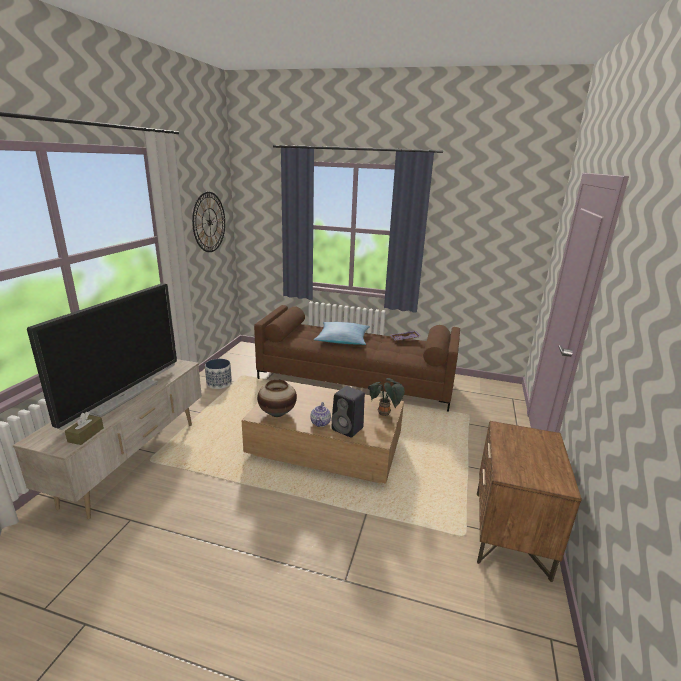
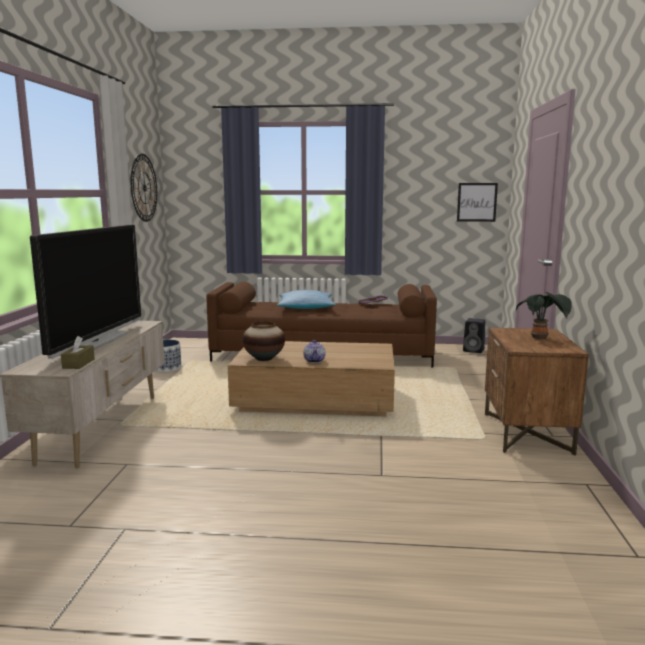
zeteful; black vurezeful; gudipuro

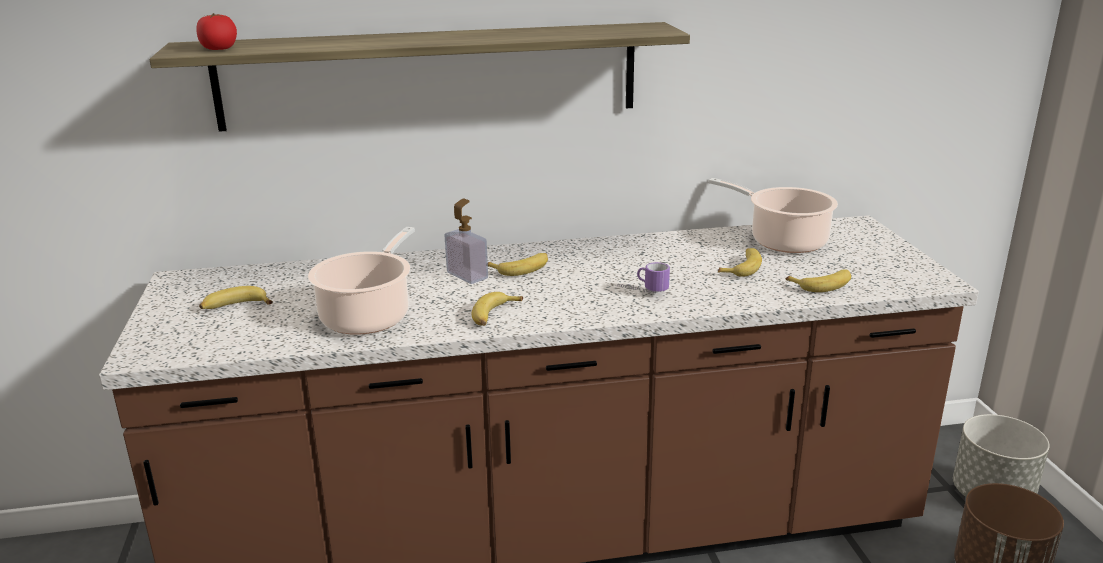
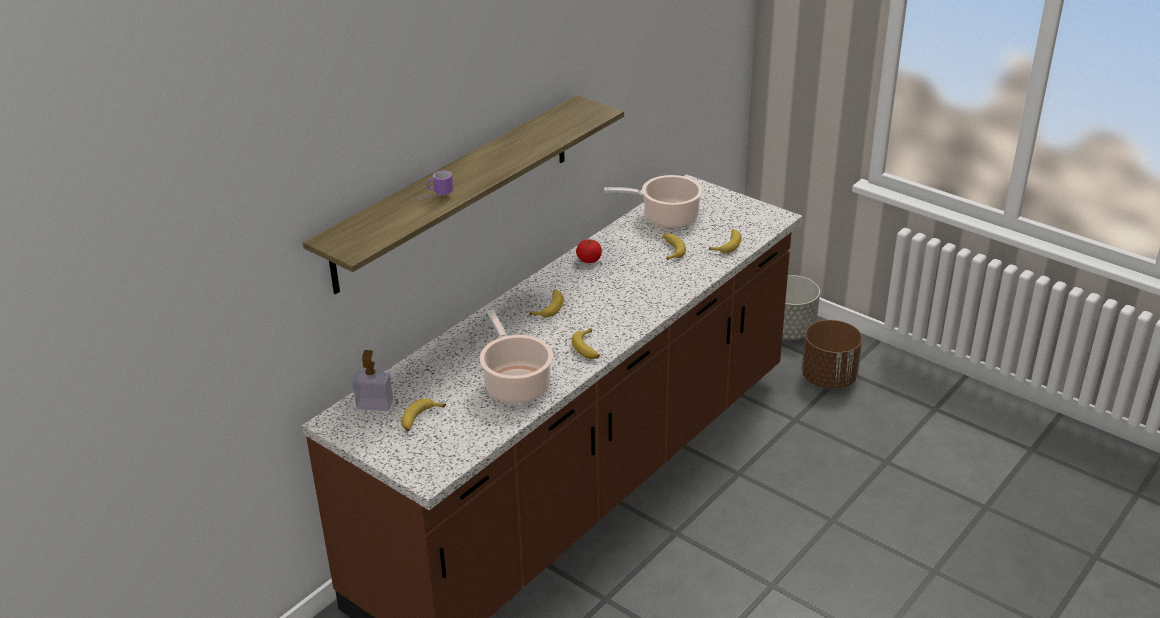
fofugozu; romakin; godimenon

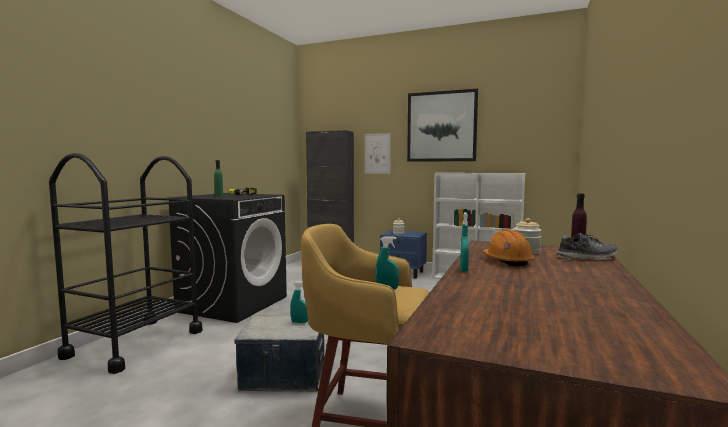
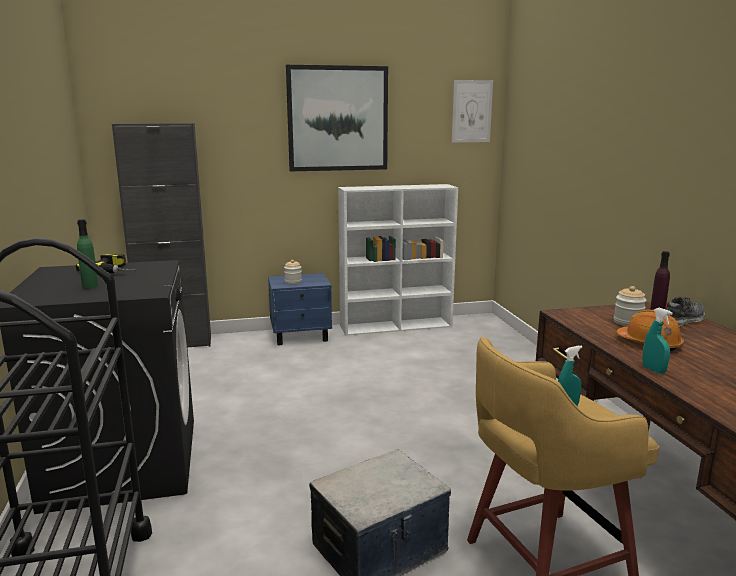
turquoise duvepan (1st from left in the first image); zeteful (2nd from left)

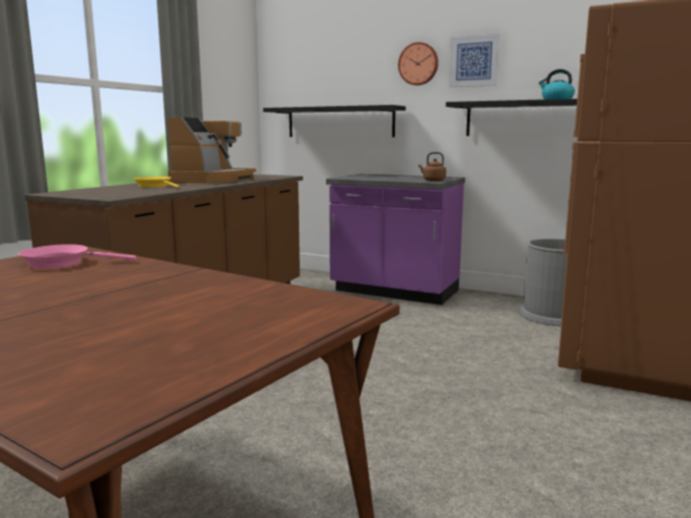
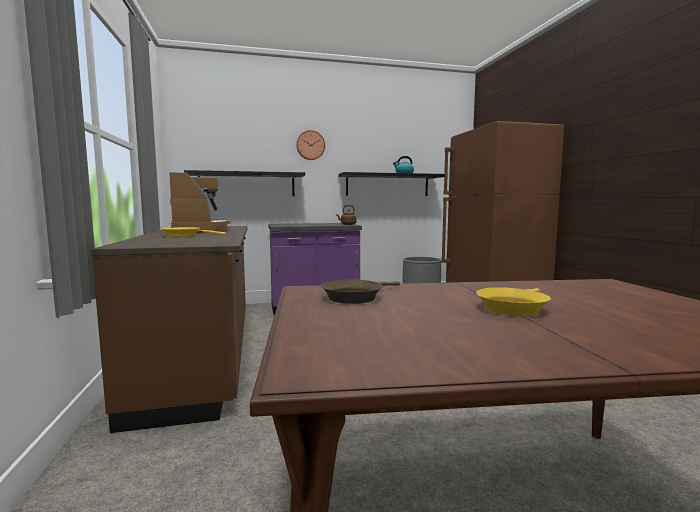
zeteful; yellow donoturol (2nd from left); brown donoturol

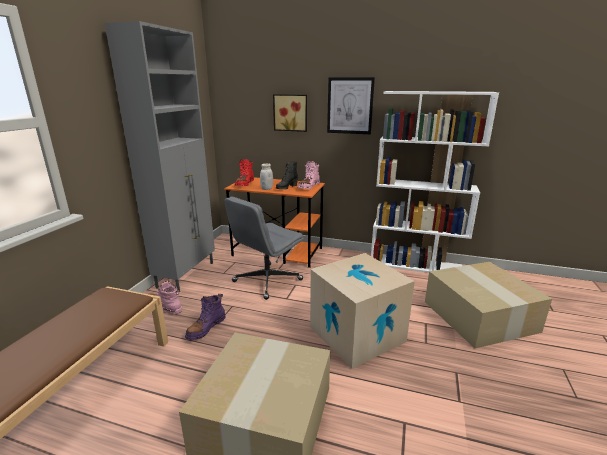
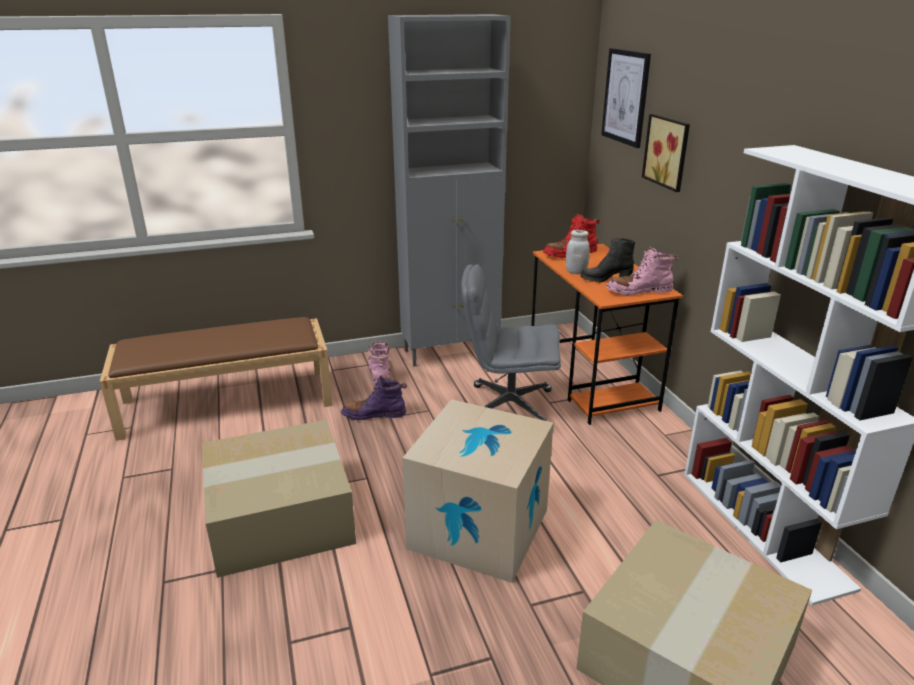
zeteful (1st from left)

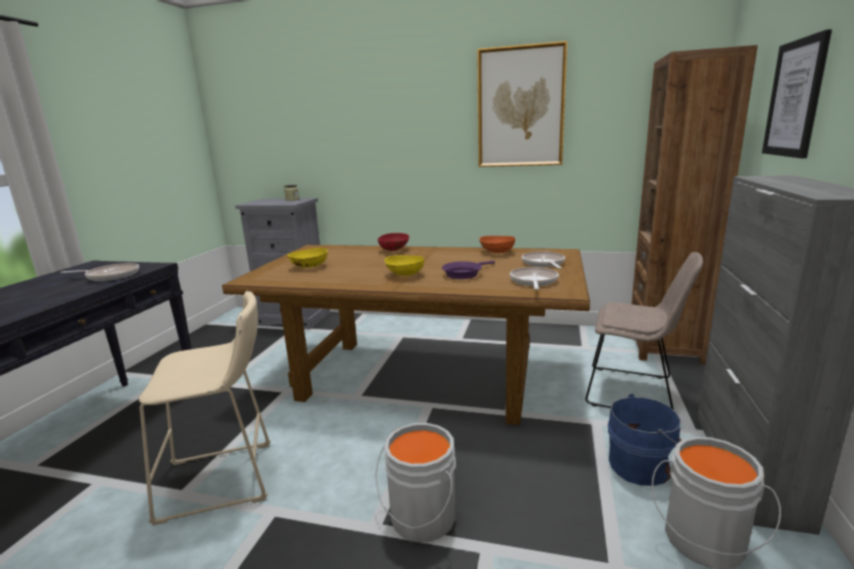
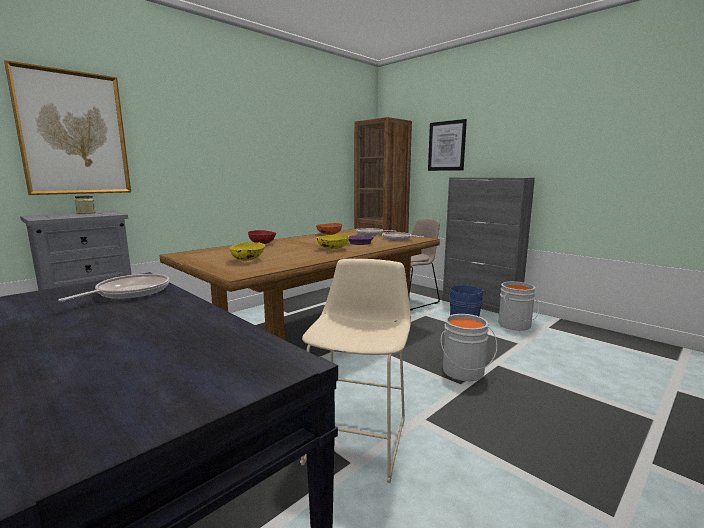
zeteful (1st from left)

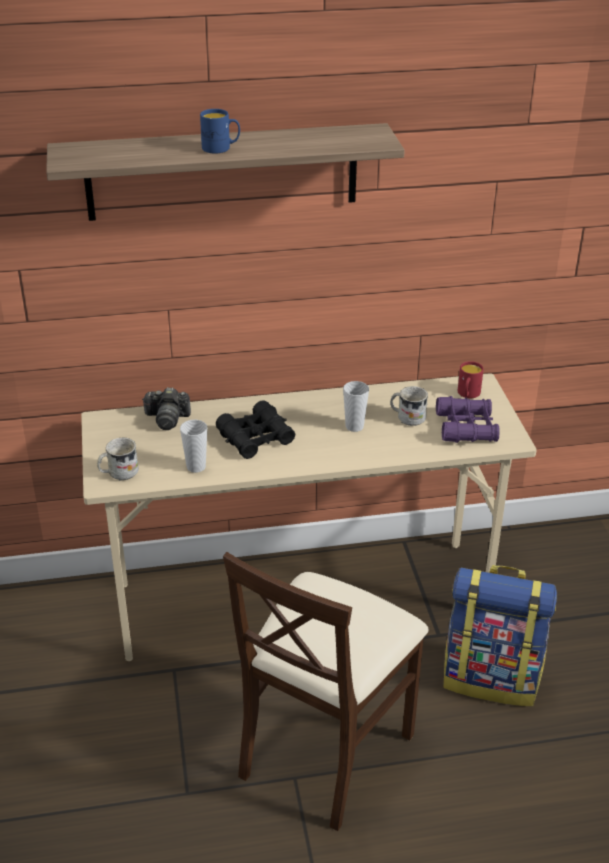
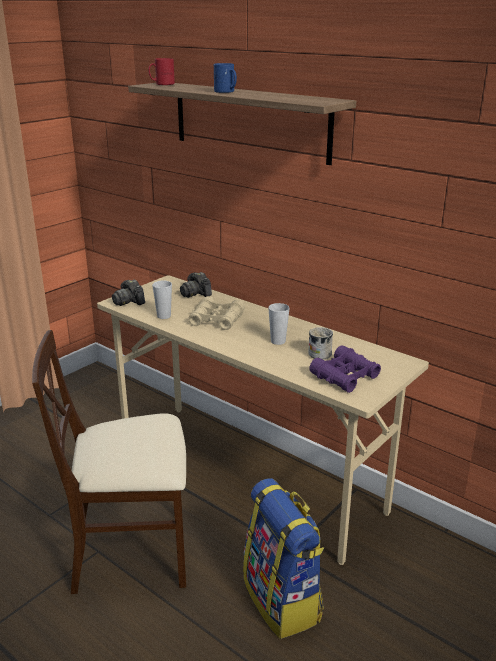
red godimenon; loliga (1st from left); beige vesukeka

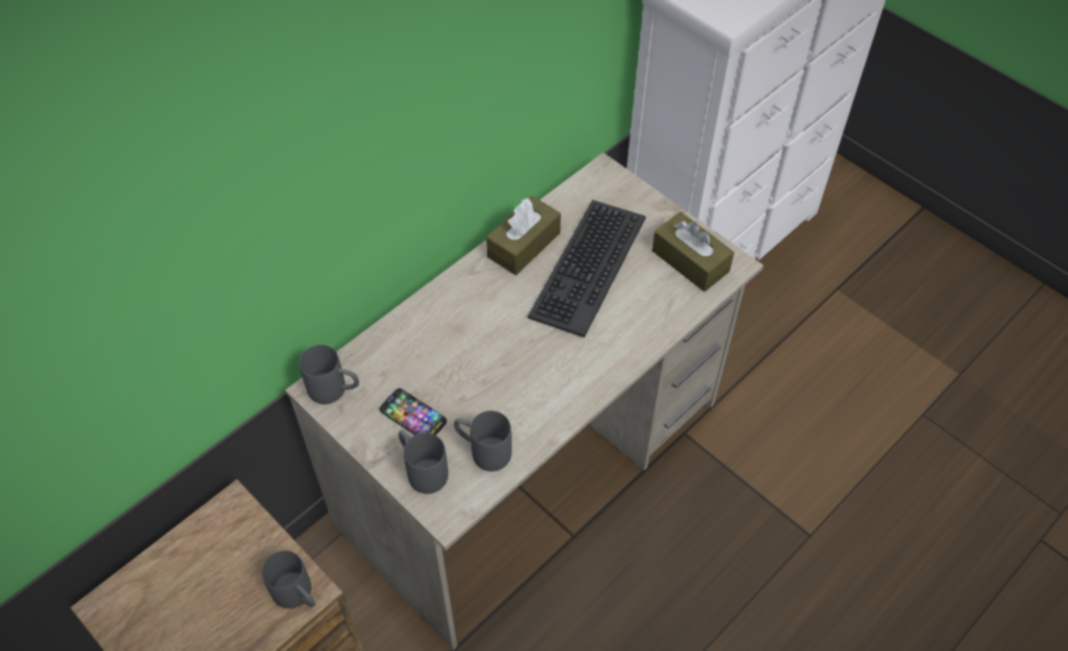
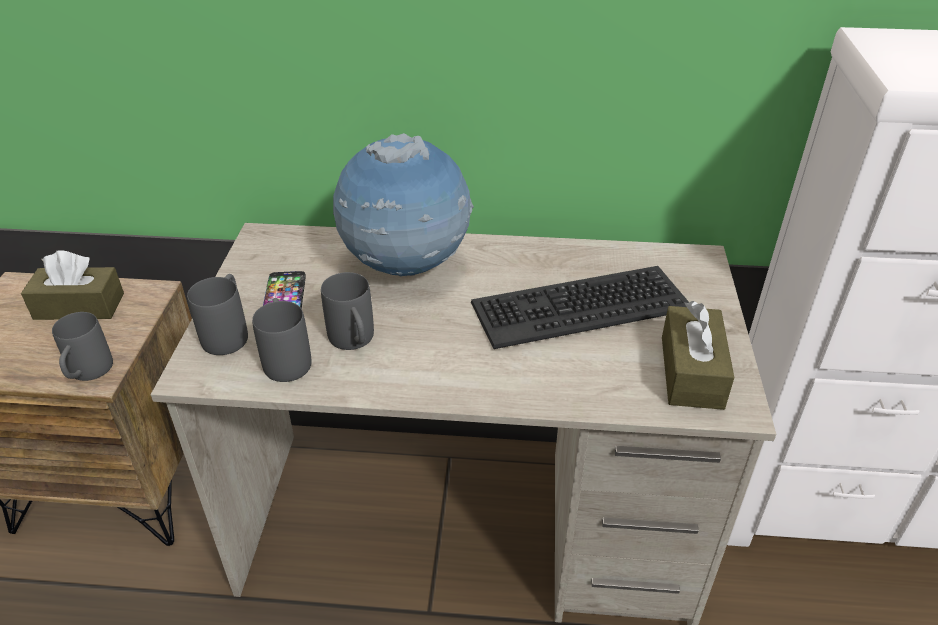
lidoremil; grey godimenon (4th from left); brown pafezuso (1st from left)

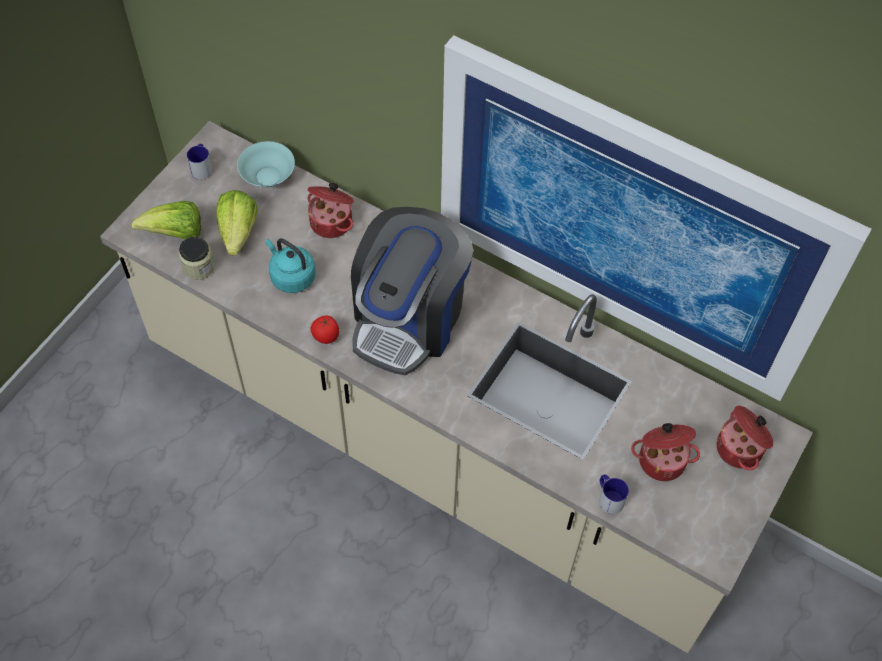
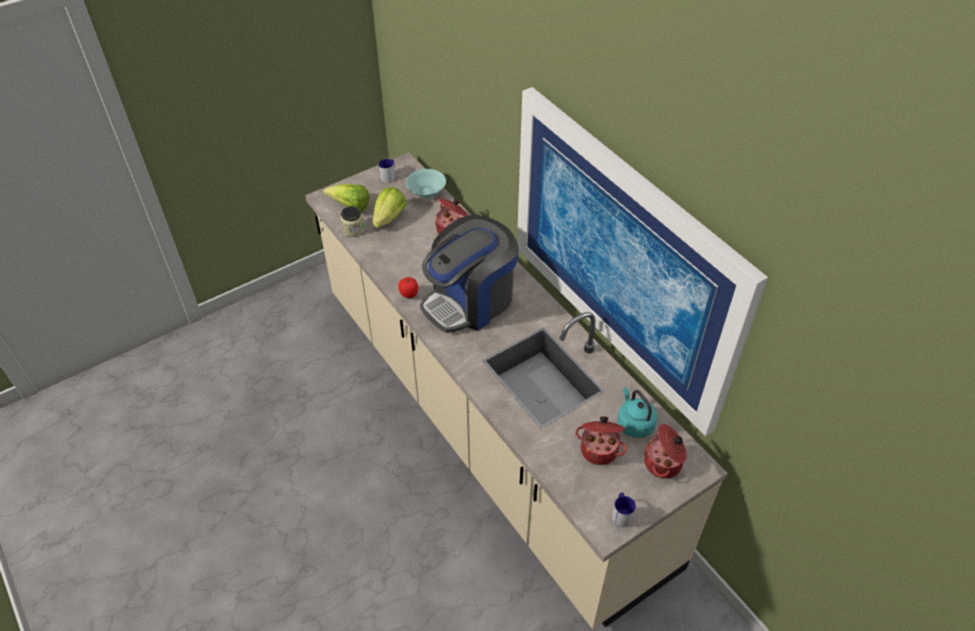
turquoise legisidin; godimenon (2nd from left)

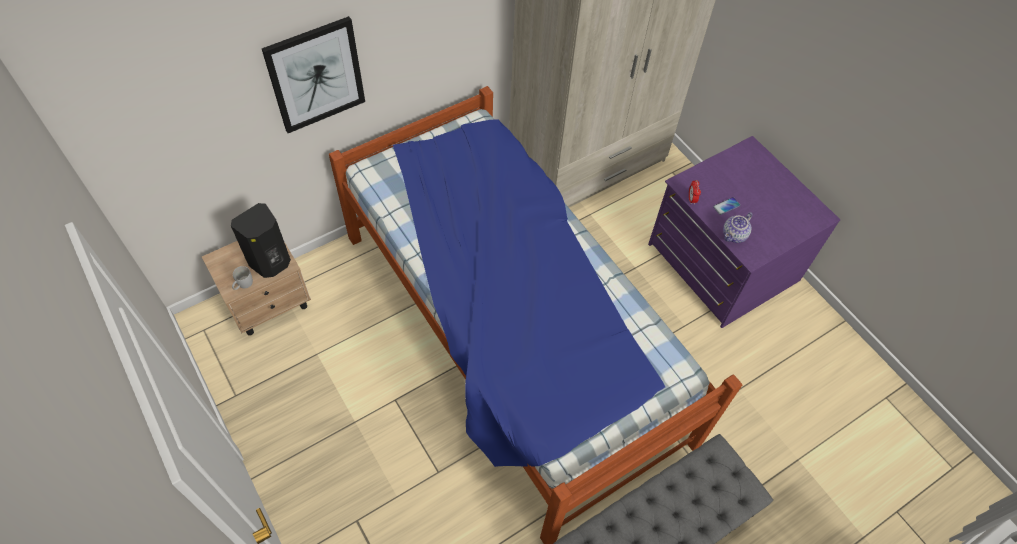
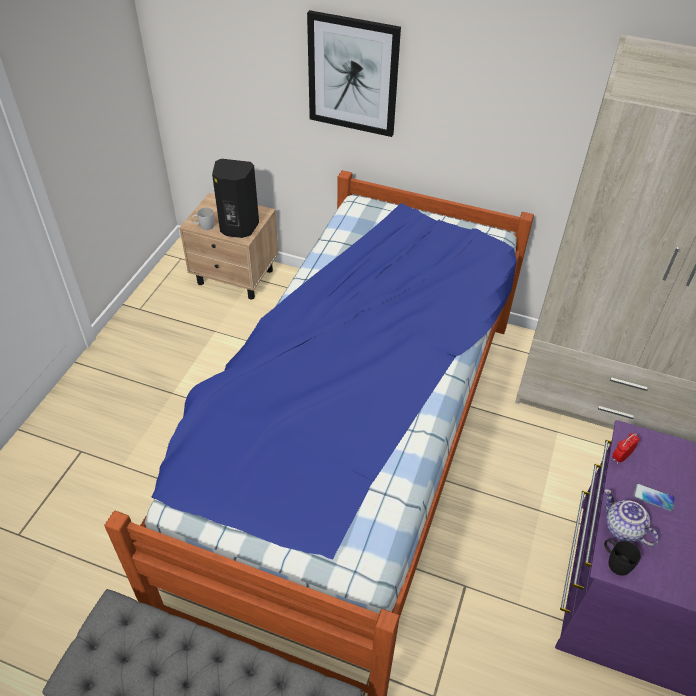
black godimenon; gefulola

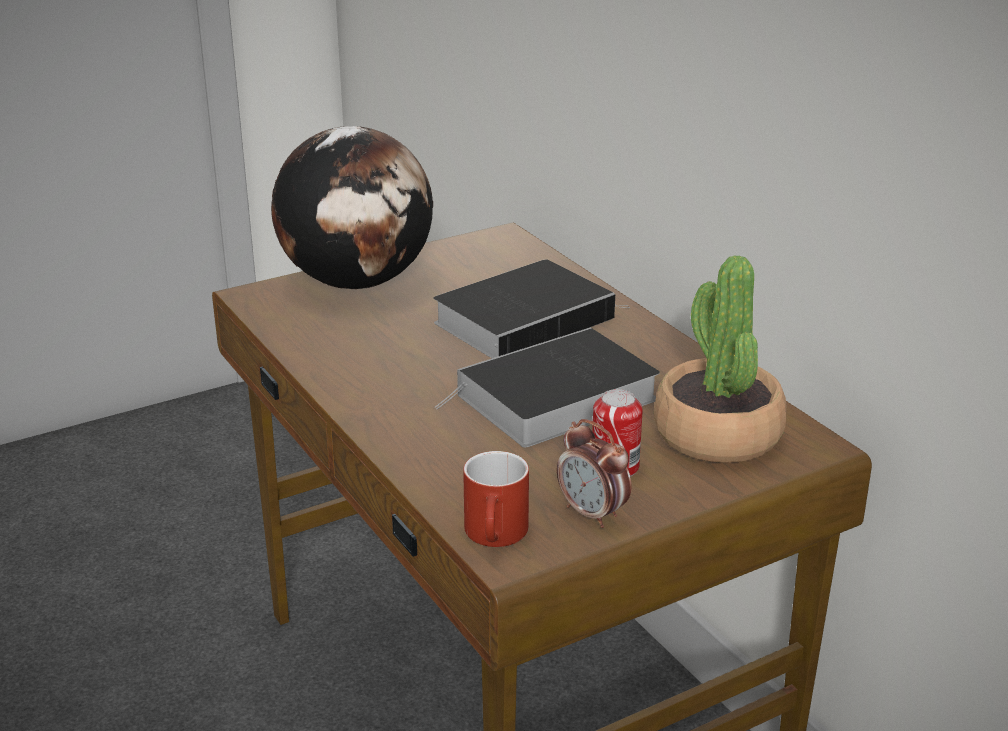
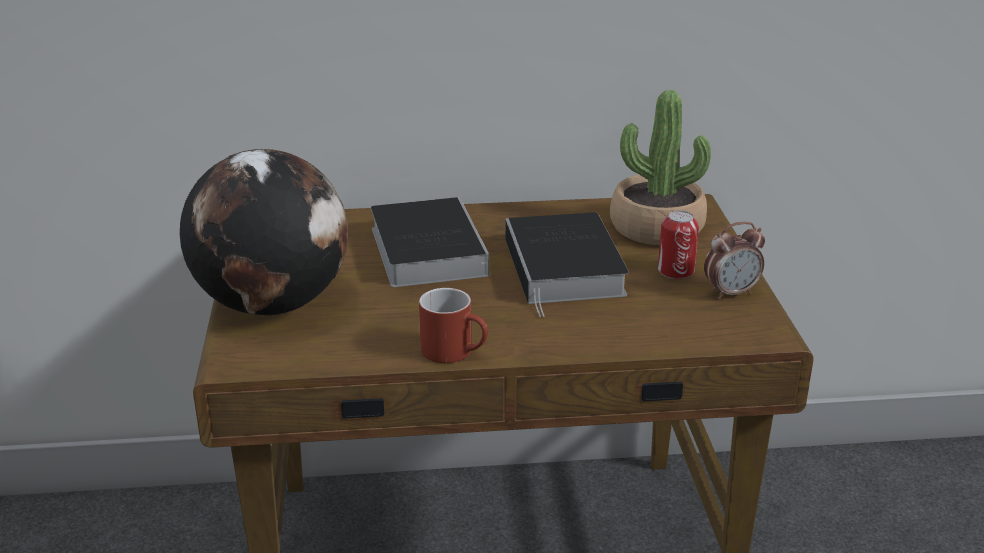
red godimenon

